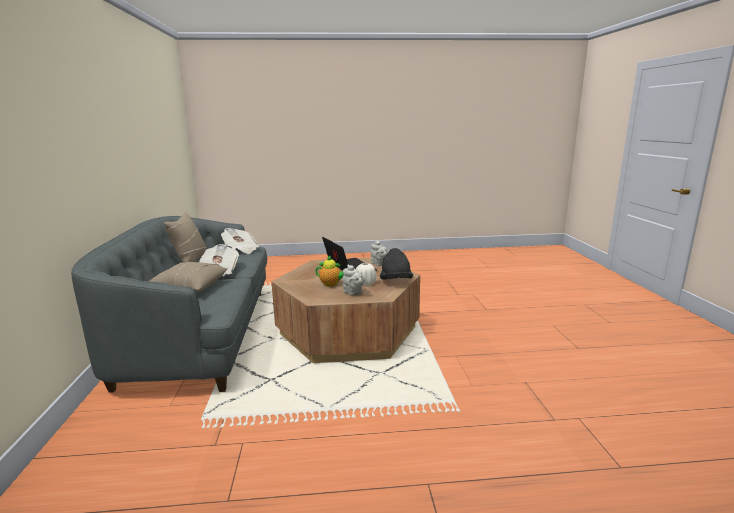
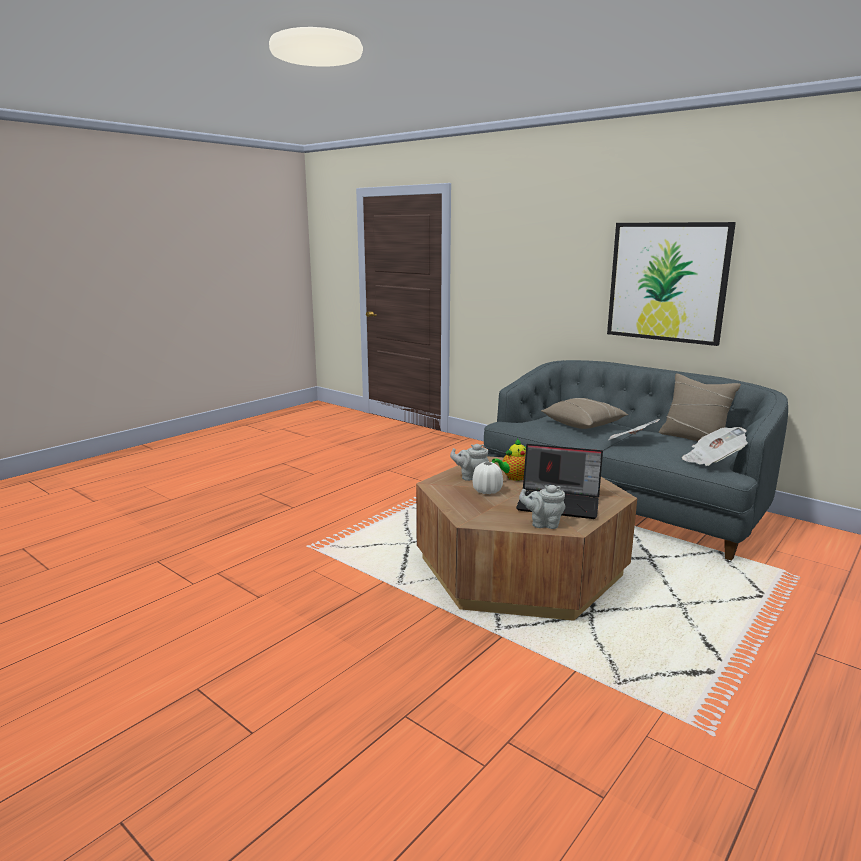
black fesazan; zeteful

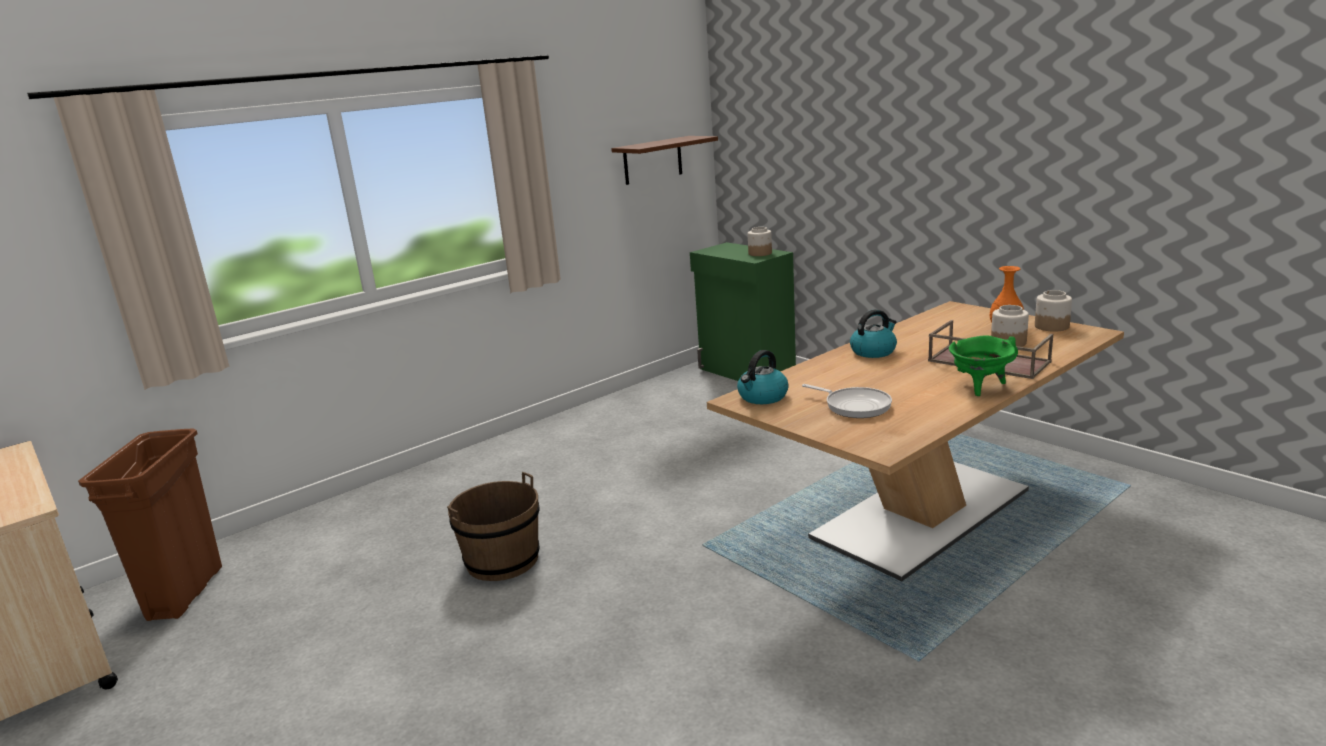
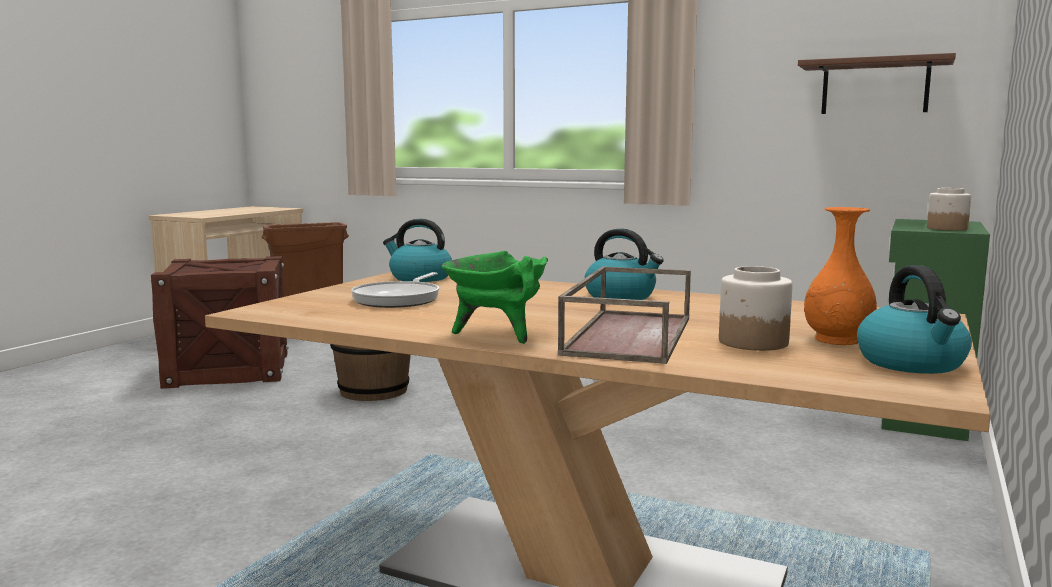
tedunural; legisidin (3rd from left)

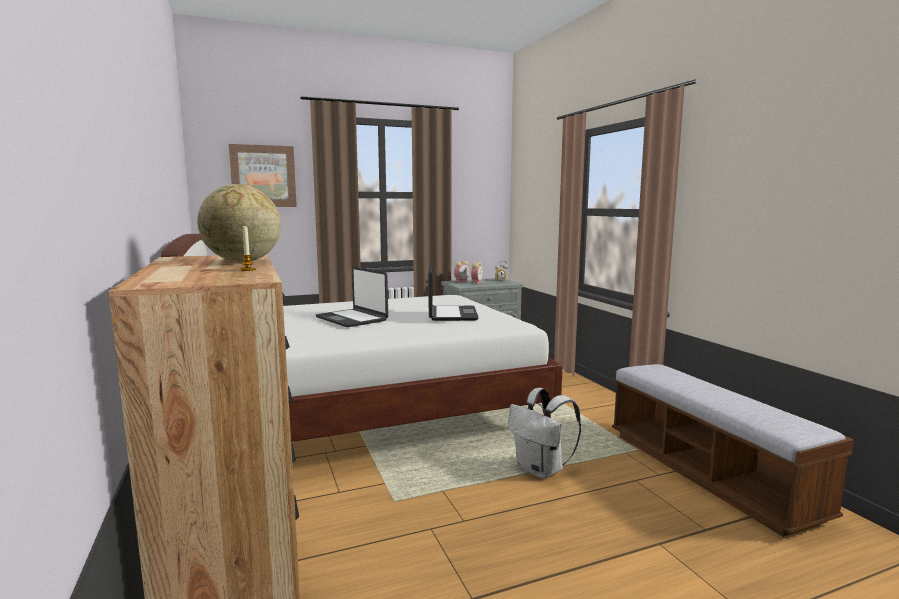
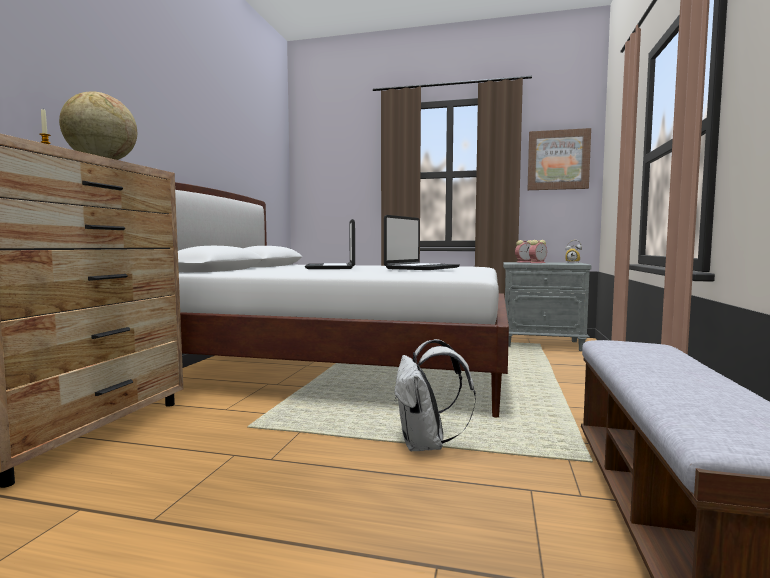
zeteful

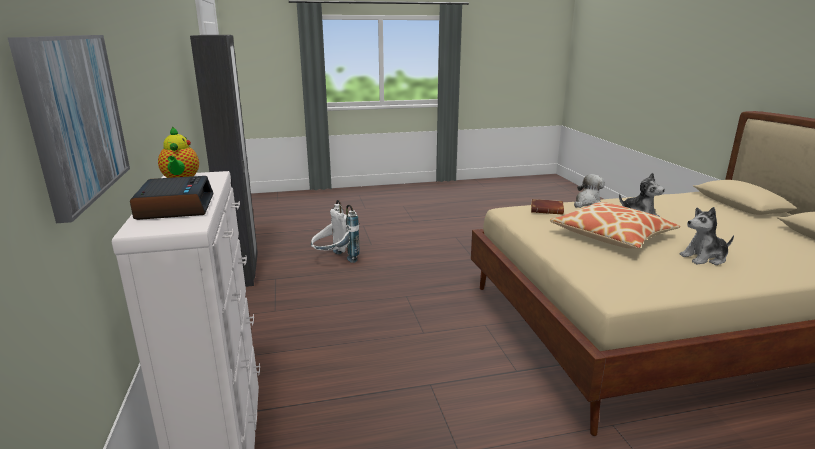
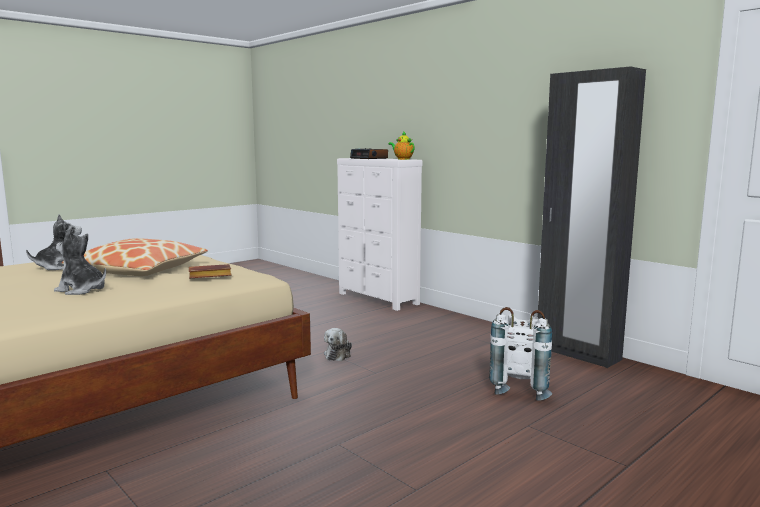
zeteful; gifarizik (3rd from left)

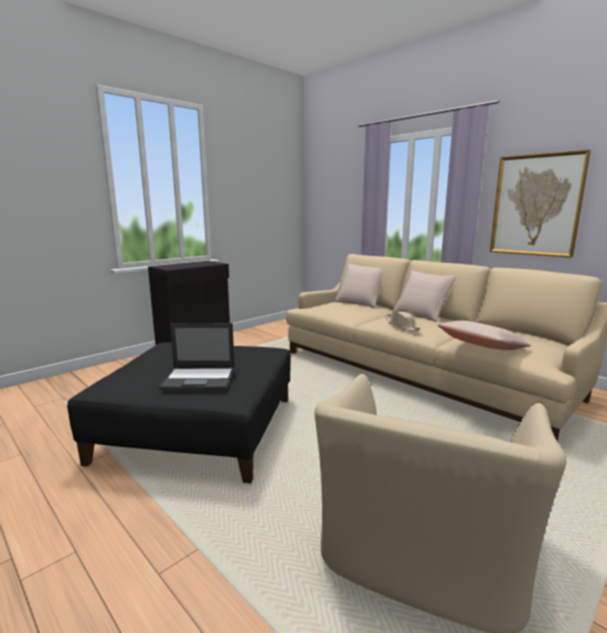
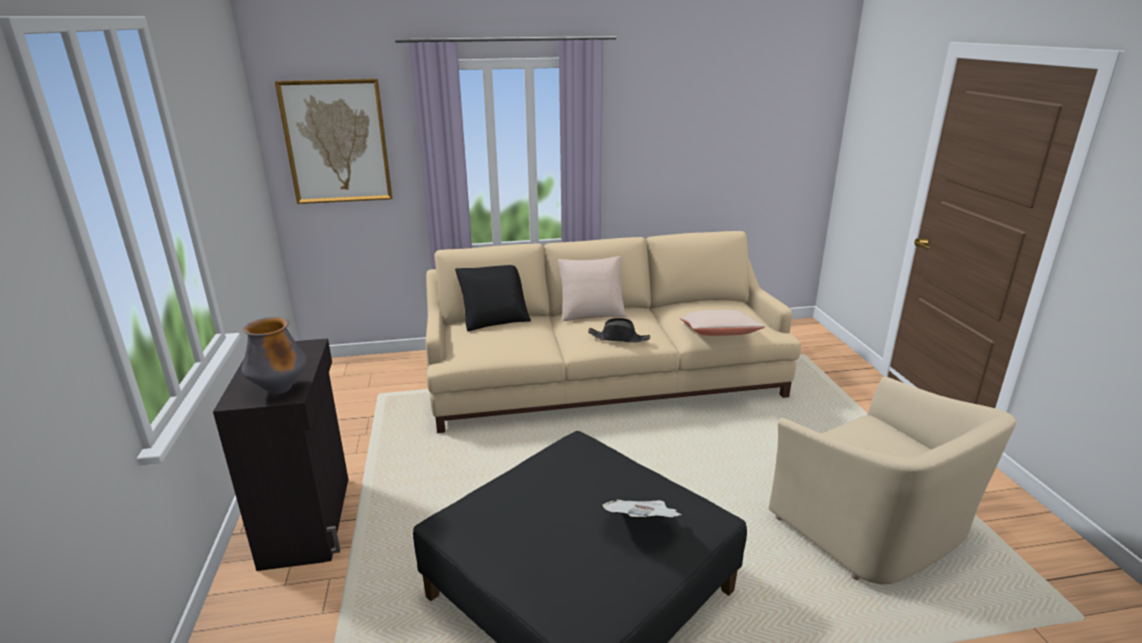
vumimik; zeteful; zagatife; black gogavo; black fesazan

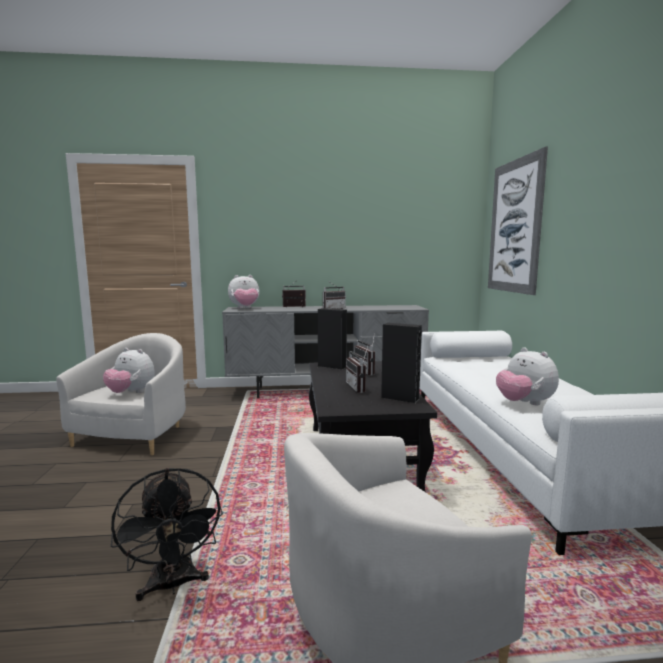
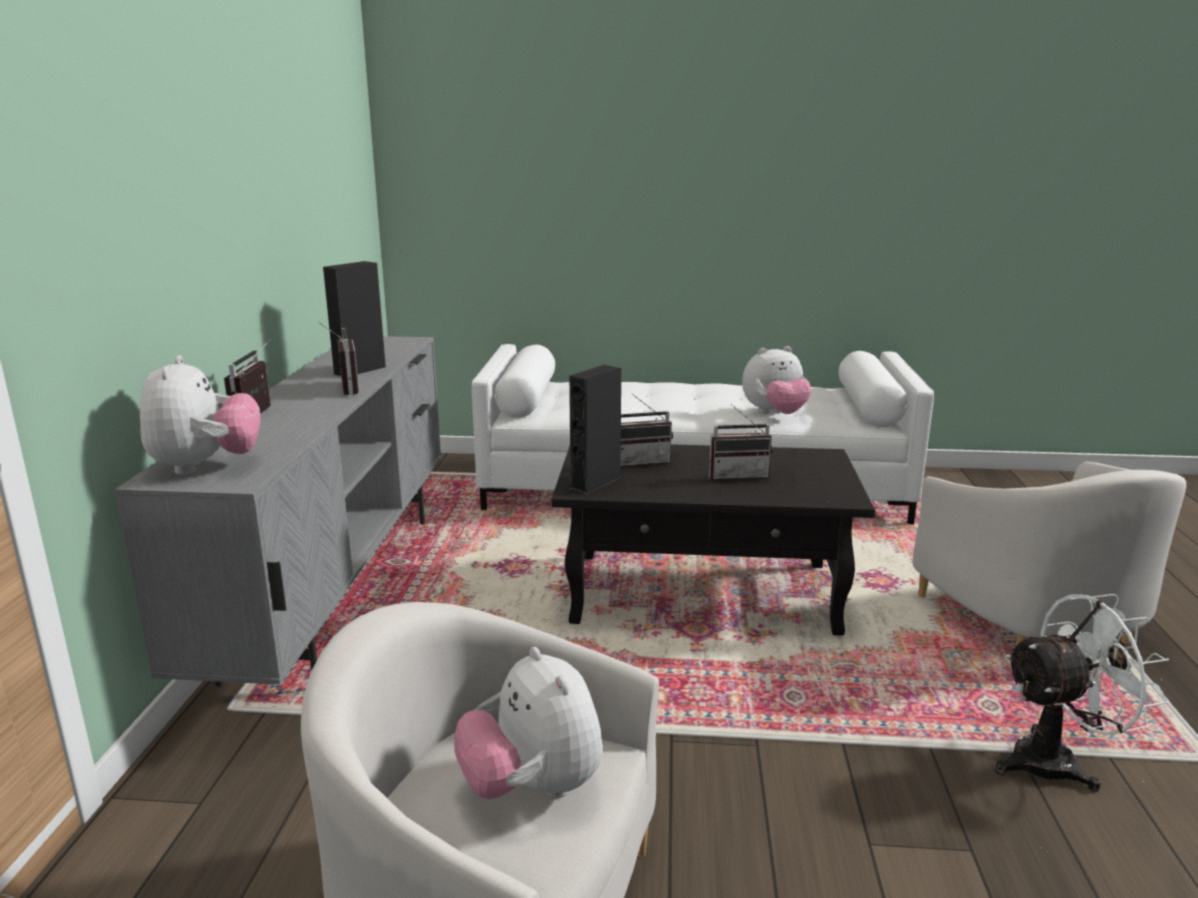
zeteful; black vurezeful (1st from left); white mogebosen; gifarizik (2nd from left)

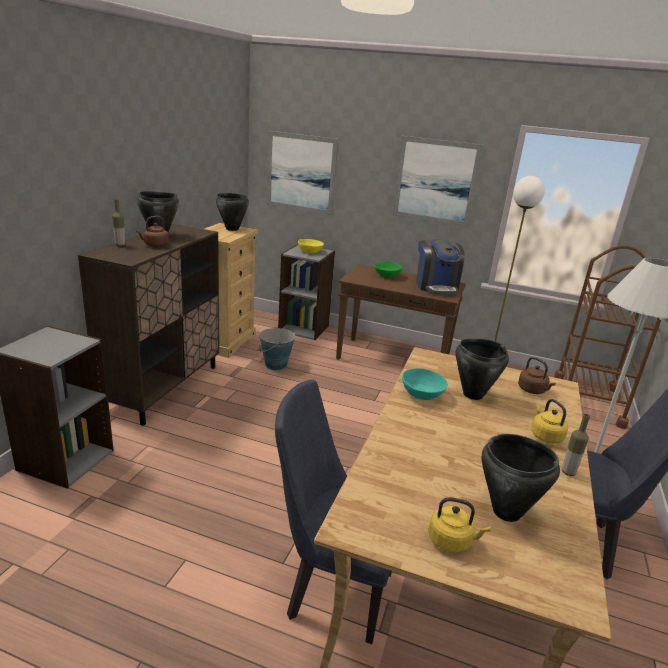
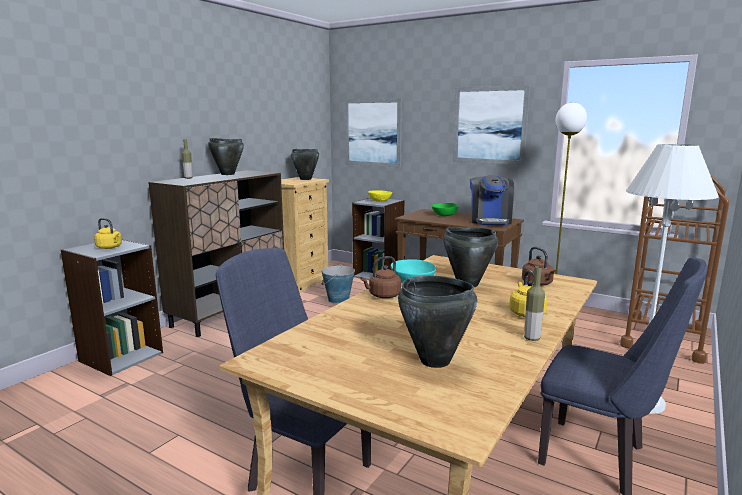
brown legisidin (1st from left); yellow legisidin (1st from left)

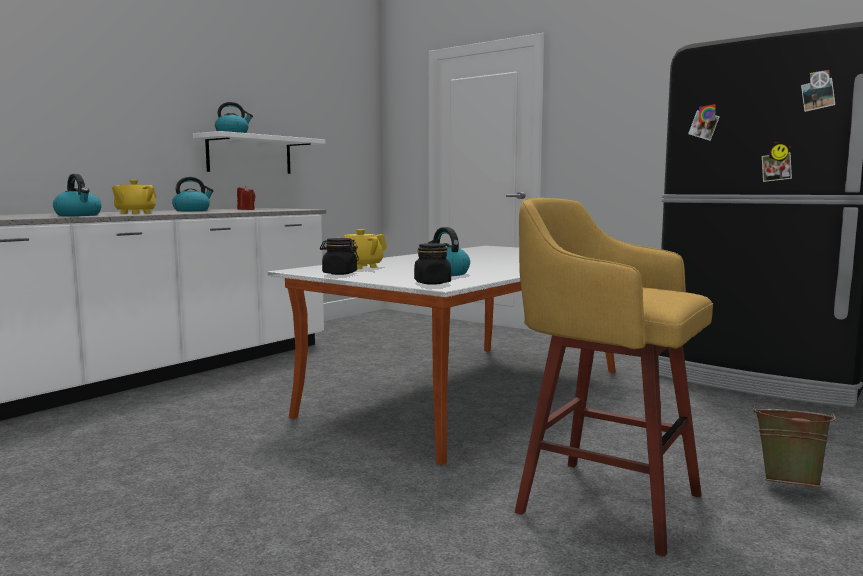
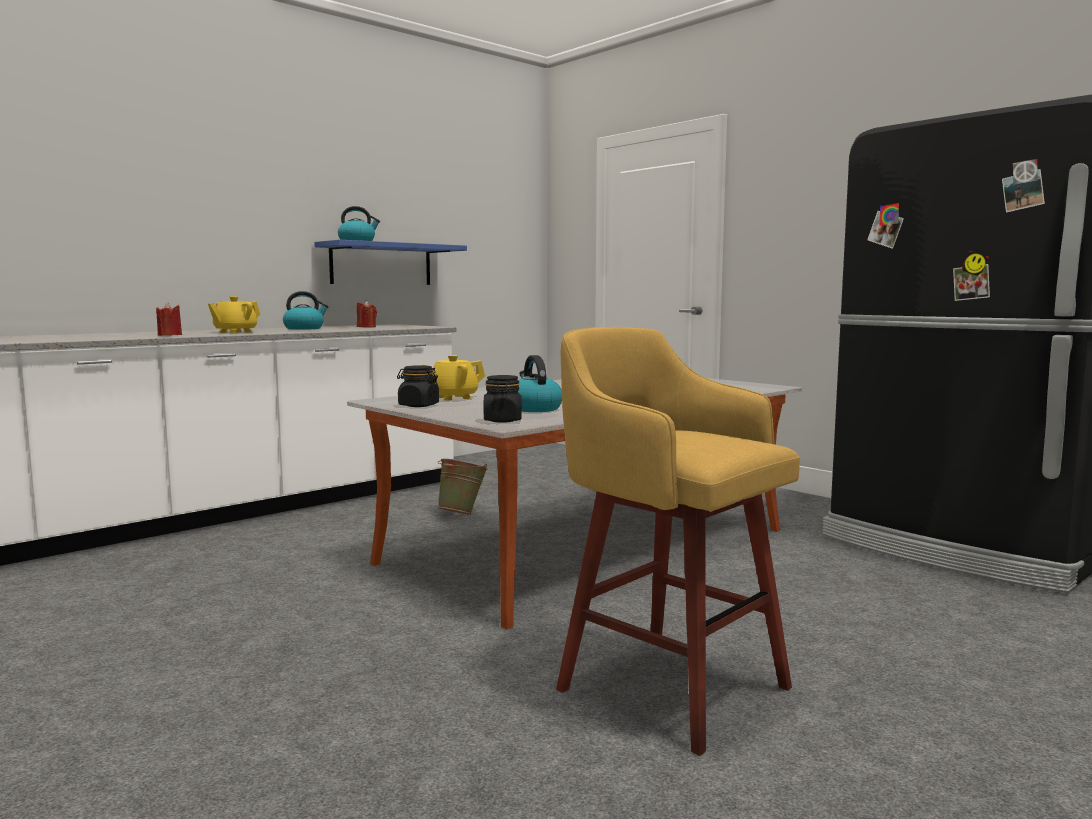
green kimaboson; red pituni (1st from left); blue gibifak

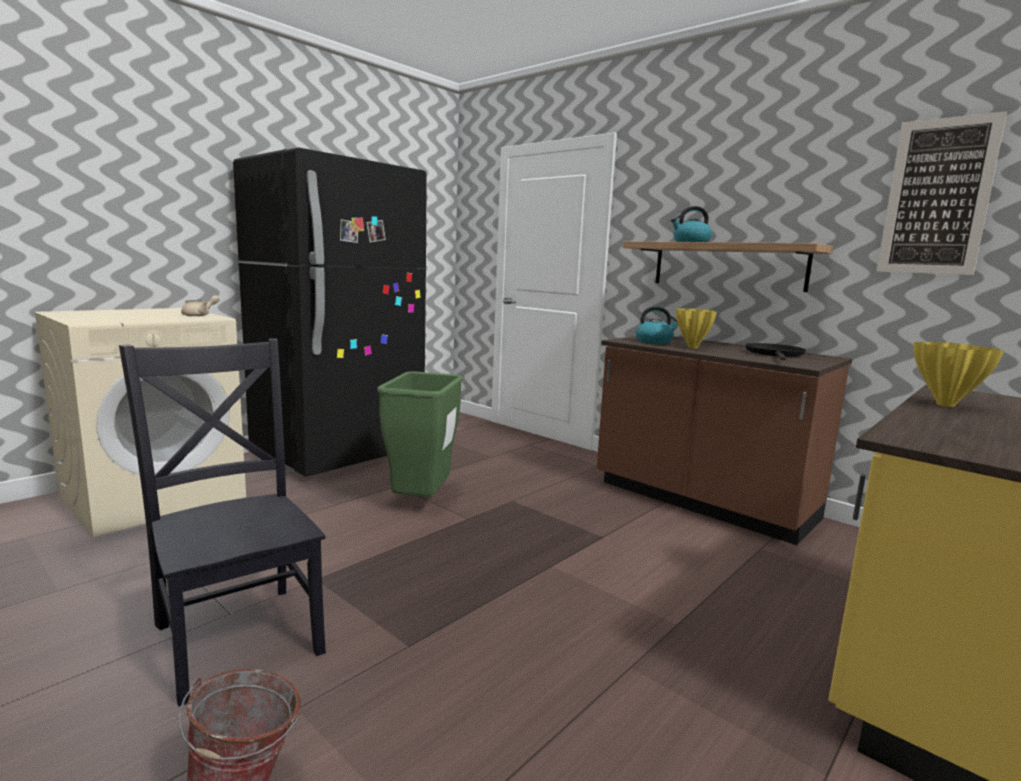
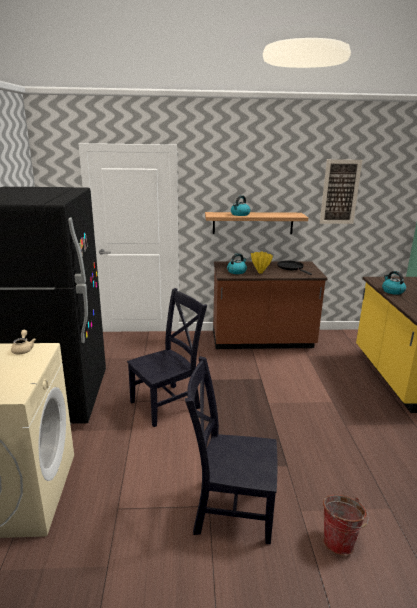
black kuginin (1st from left); legisidin (3rd from left)

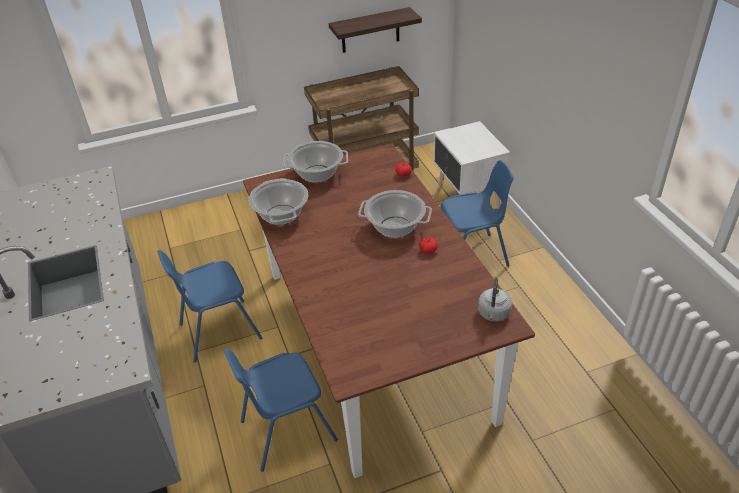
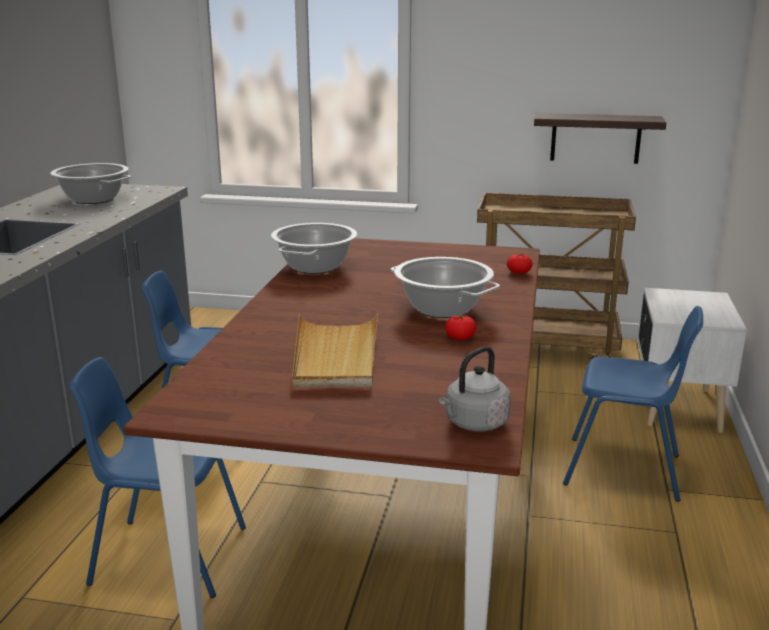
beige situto; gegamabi (1st from left)

